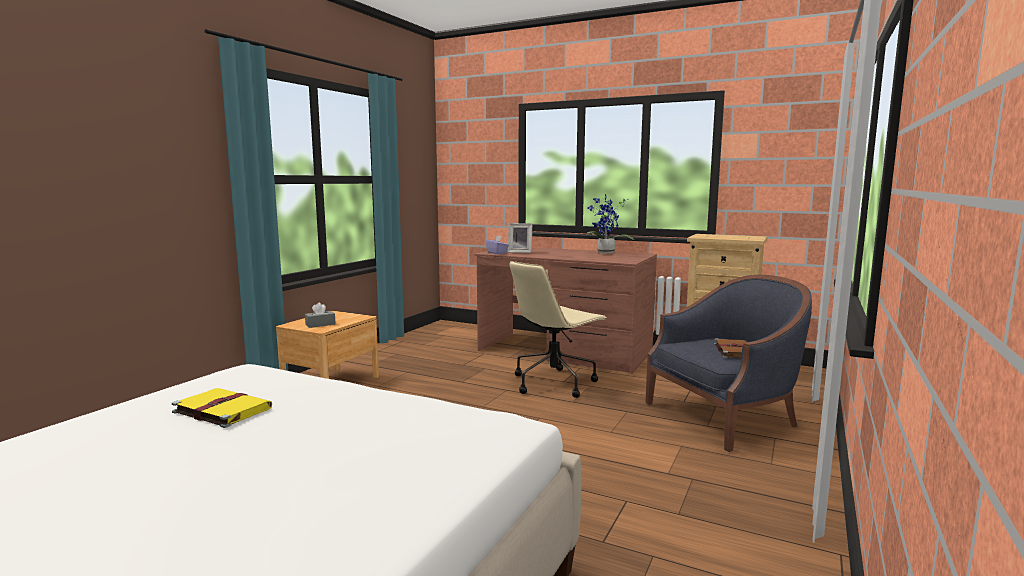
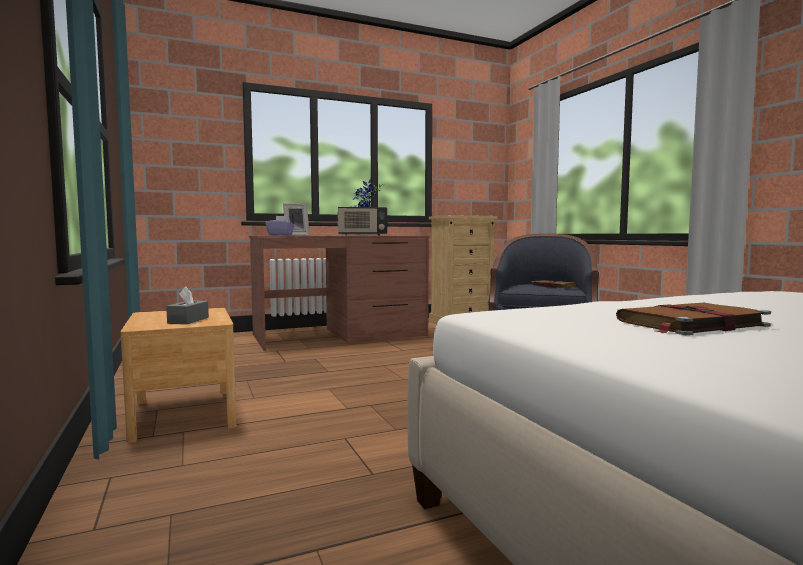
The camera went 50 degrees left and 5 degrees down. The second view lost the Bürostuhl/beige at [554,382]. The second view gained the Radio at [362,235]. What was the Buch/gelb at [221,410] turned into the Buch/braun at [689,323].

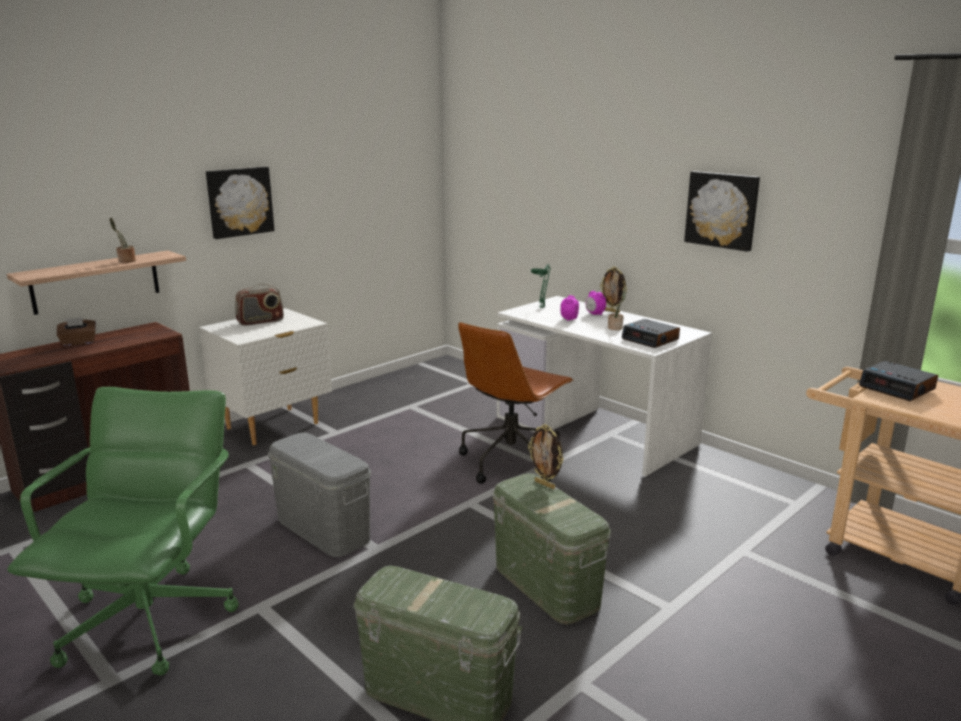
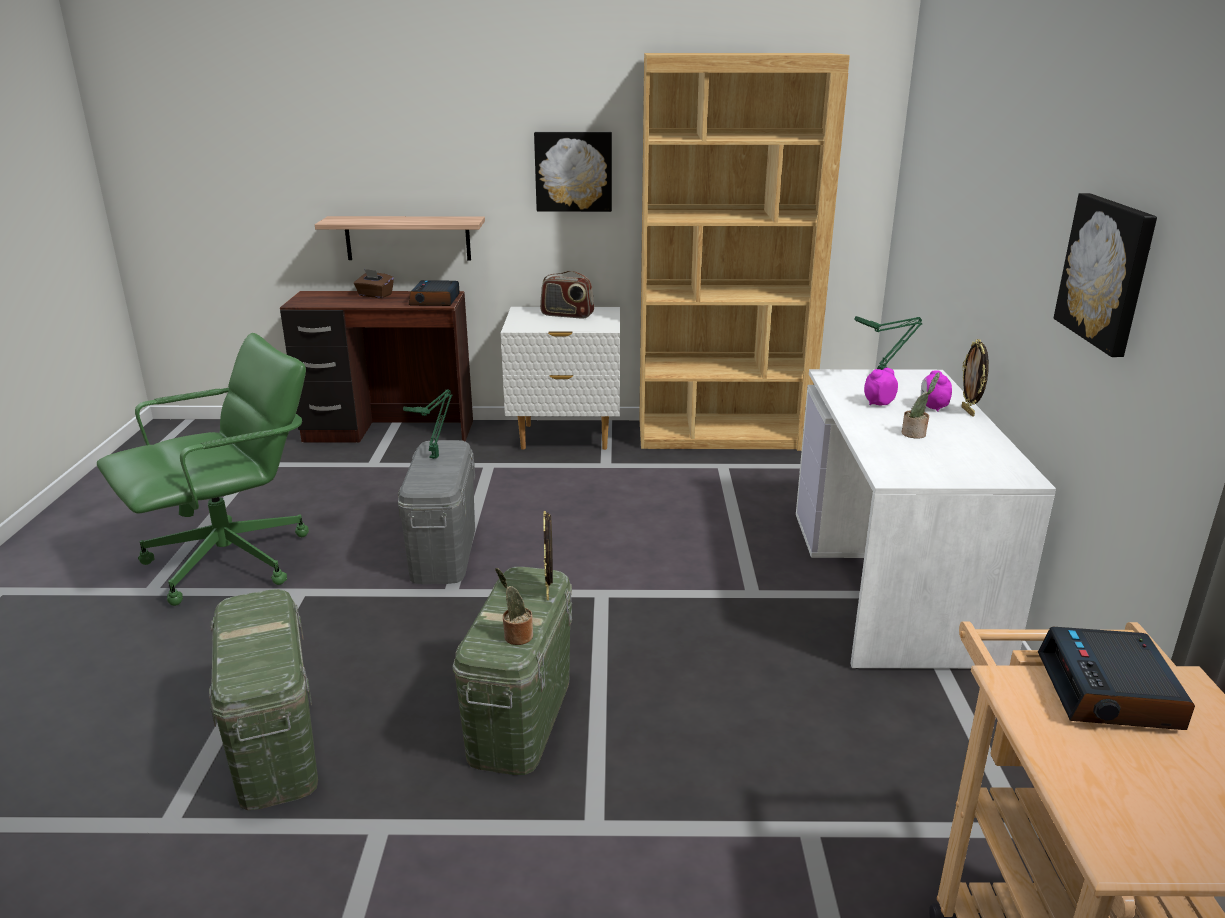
The camera went 45 degrees right and 5 degrees up. The second view lost the Bürostuhl/braun at [511,461]. The second view gained the Tischlampe/grün at [435,456]. The second view gained the Bücherregal/braun at [723,435]. The Topfpflanze ended up elsewhere, having gone from [126,261] to [516,636]. The Wecker ended up elsewhere, having gone from [651,339] to [435,300].

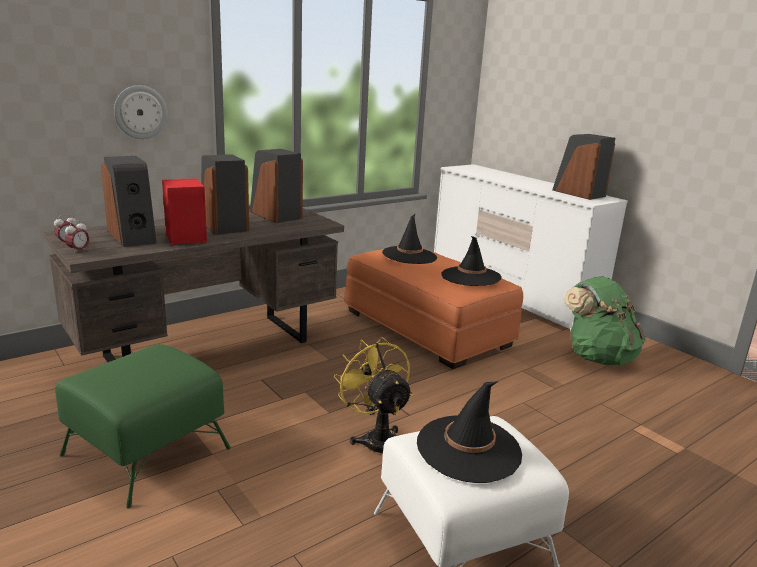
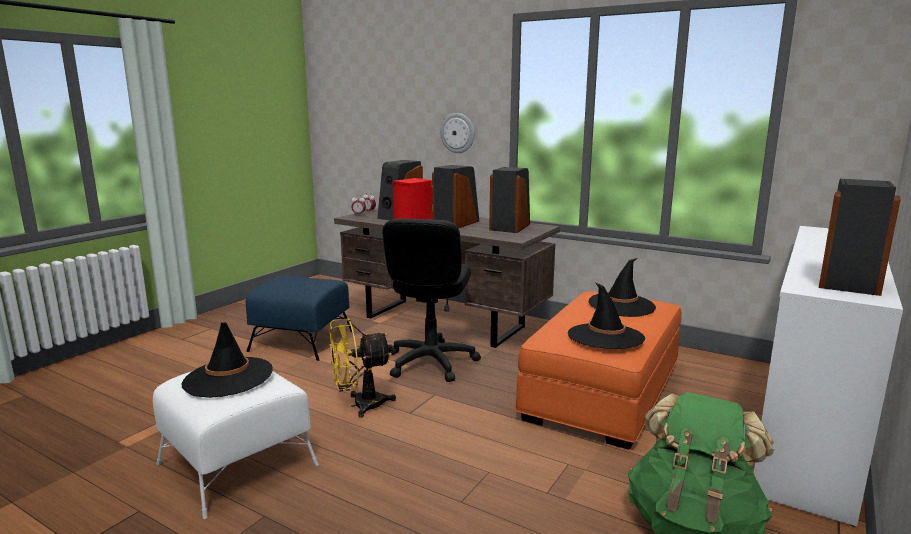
The camera went 70 degrees right and 5 degrees down. The second view gained the Bürostuhl/schwarz at [430,362]. What was the Polsterhocker/grün at [145,452] turned into the Polsterhocker/blau at [301,340]. The Ventilator/gelb at [376,439] ended up facing another way, 150 degrees counterclockwise from before.

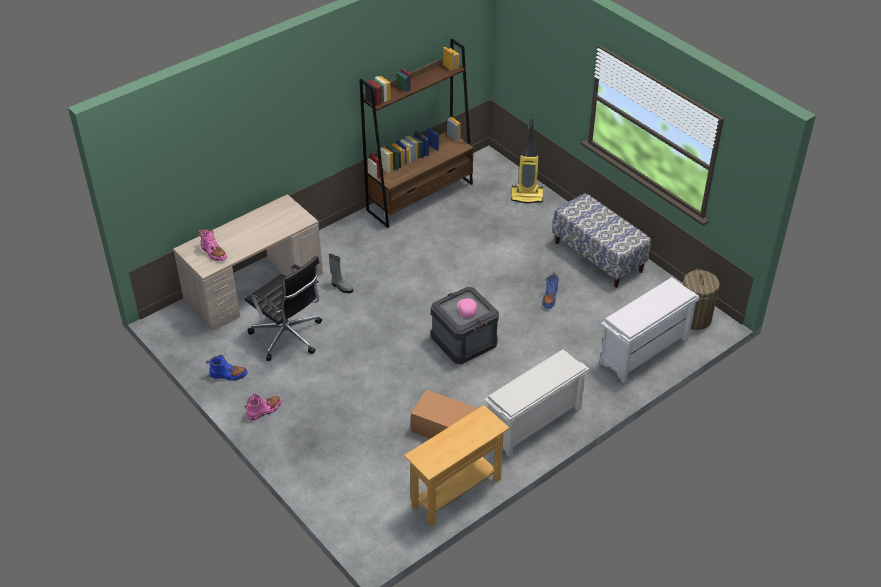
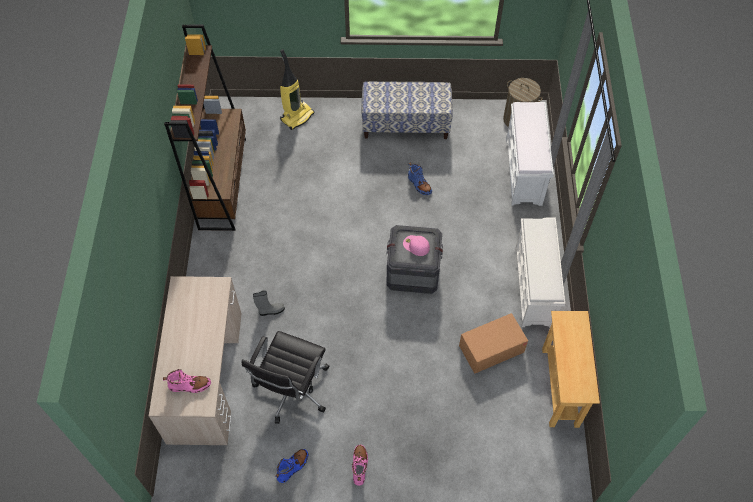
The camera went 50 degrees left and 15 degrees up. The Bürostuhl/schwarz at [288,337] ended up facing another way, 120 degrees clockwise from before.

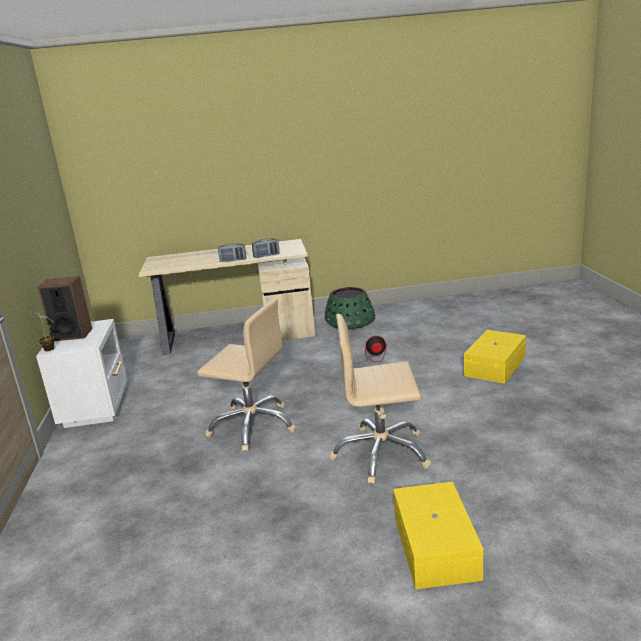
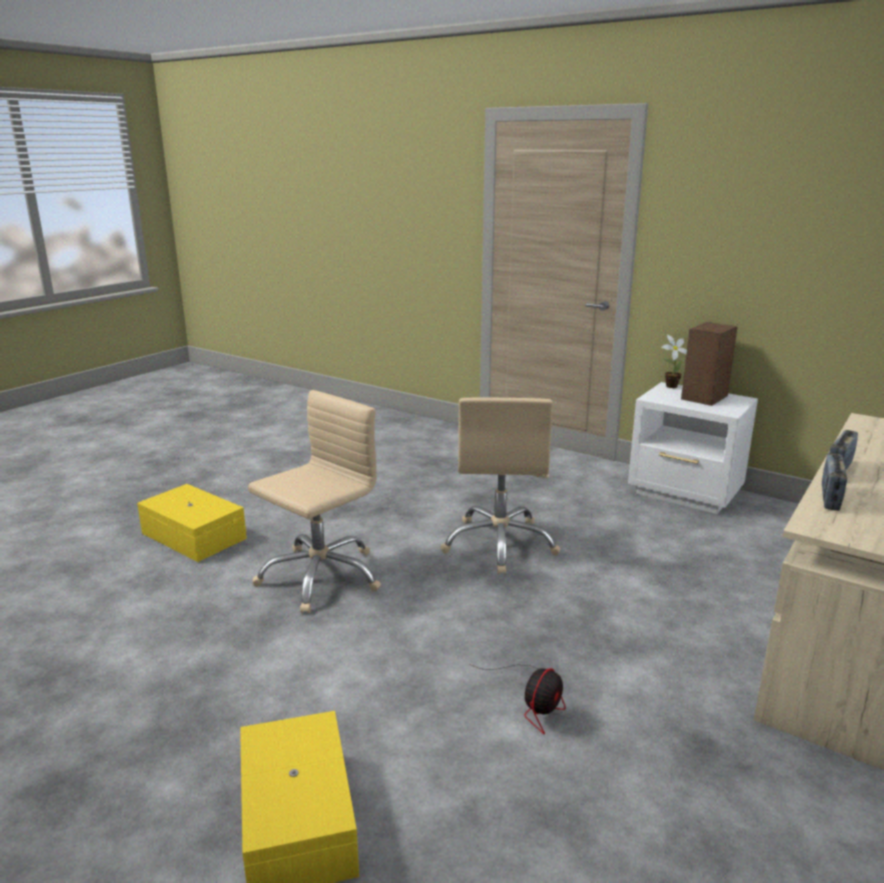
The camera went 130 degrees right and 0 degrees up. The second view lost the Pflanzkübel/grün at [350,323]. The Bürostuhl/beige at [253,426] ended up facing another way, 60 degrees counterclockwise from before.

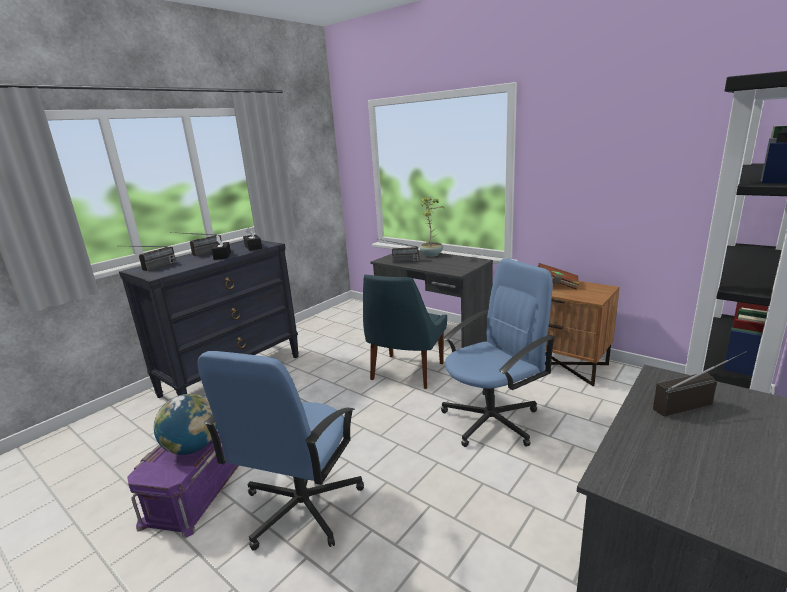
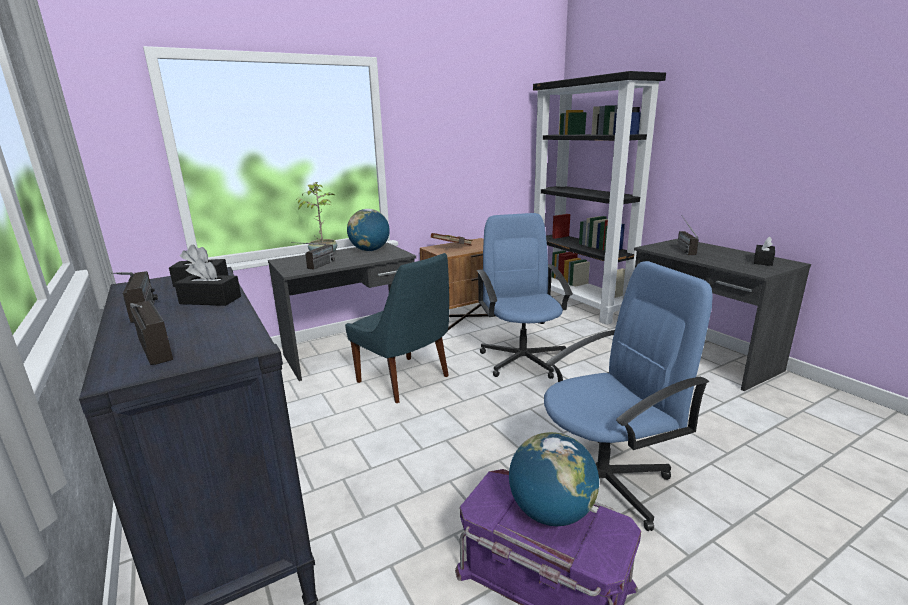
The camera went 70 degrees left and 0 degrees up. The second view gained the Globus at [370,250]. The second view gained the Taschentuchbox/schwarz at [763,261]. The Bürostuhl/blau at [301,507] ended up facing another way, 60 degrees counterclockwise from before.

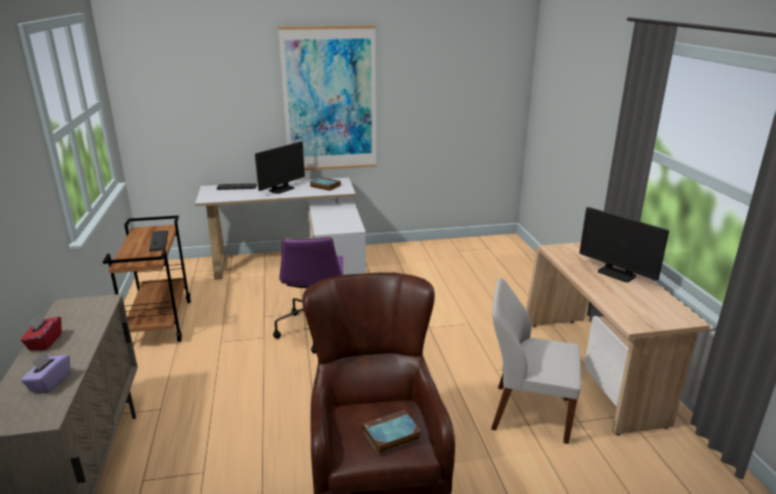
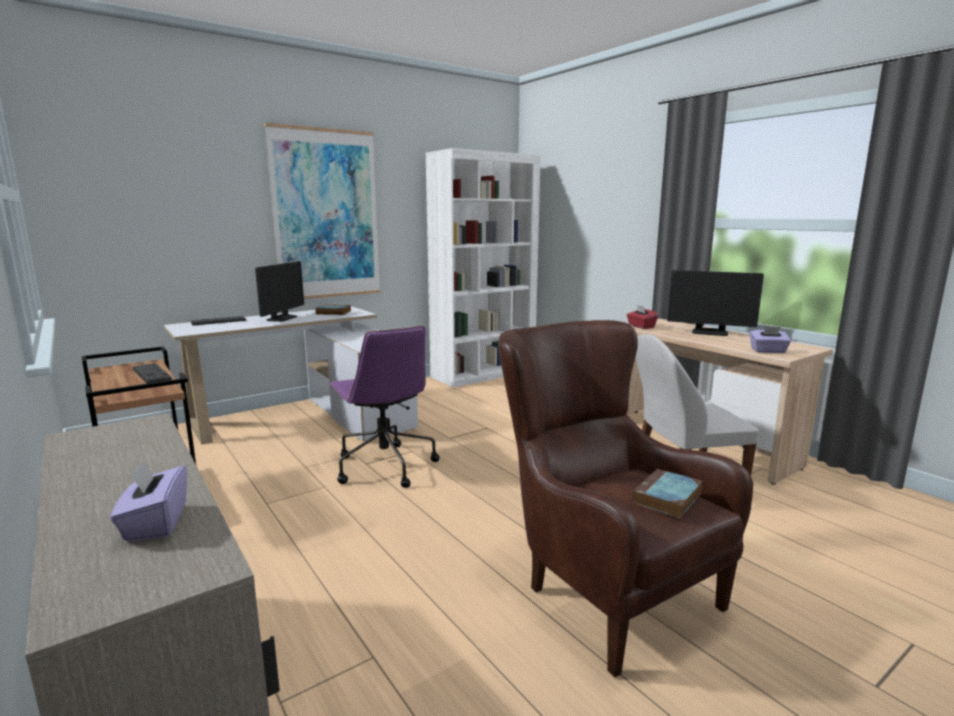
The camera went 25 degrees left and 10 degrees down. The second view gained the Bücherregal/weiß at [484,374]. The second view gained the Taschentuchbox/lila at [768,351]. The Taschentuchbox/rot ended up elsewhere, having gone from [44,342] to [641,326].

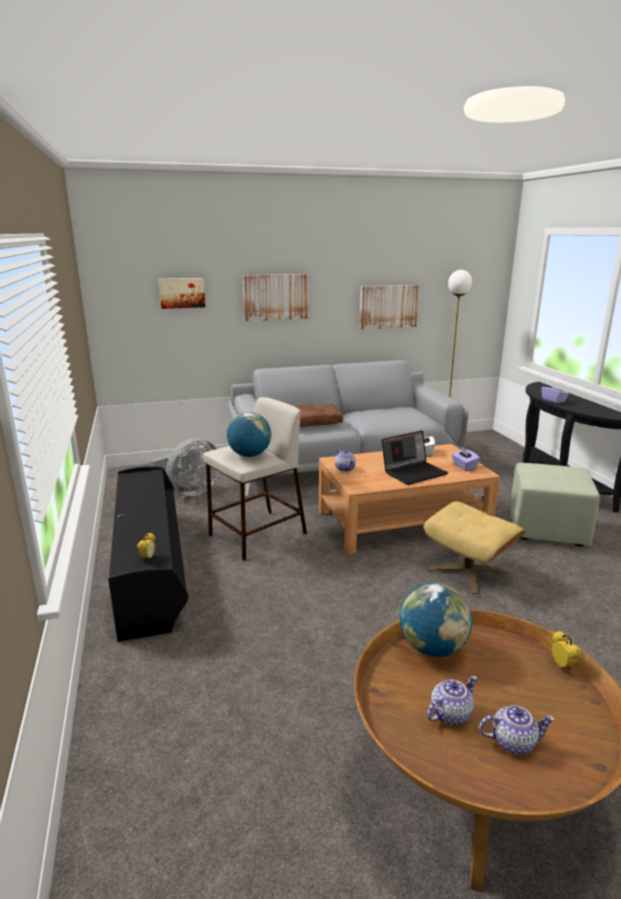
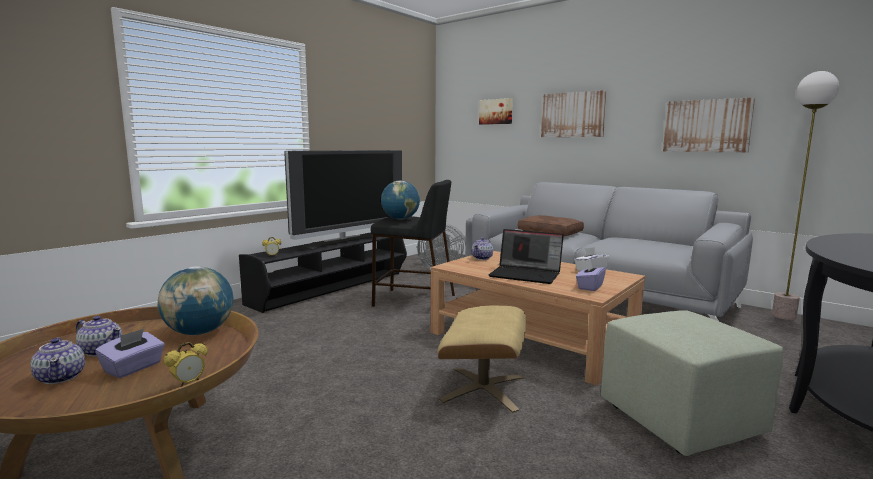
The camera went 55 degrees right and 10 degrees down. The second view gained the Fernseher at [346,241]. The Taschentuchbox/lila ended up elsewhere, having gone from [553,400] to [134,368]. What was the Hocker/beige at [257,535] turned into the Hocker/schwarz at [413,300].

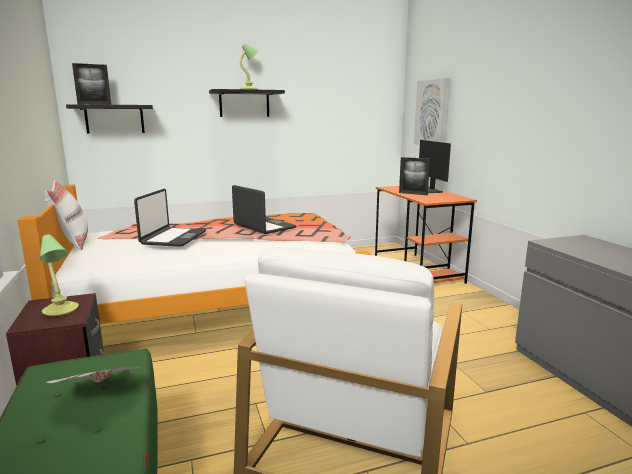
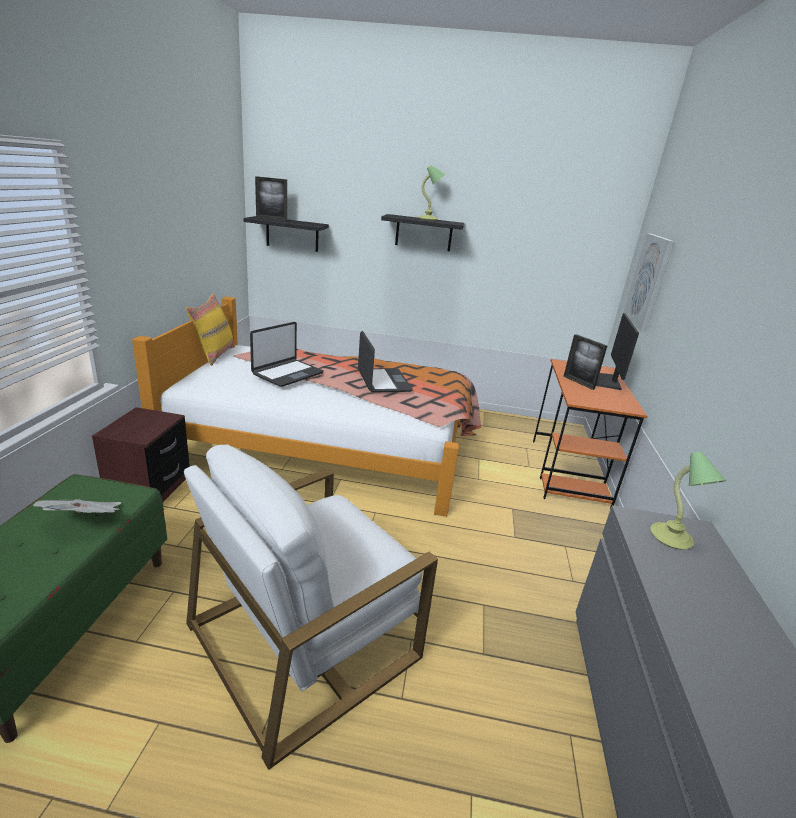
The camera went 25 degrees right and 10 degrees up. The Tischlampe ended up elsewhere, having gone from [60,310] to [672,538]. What was the Kissen/weiß at [72,242] turned into the Kissen/gelb at [214,354].

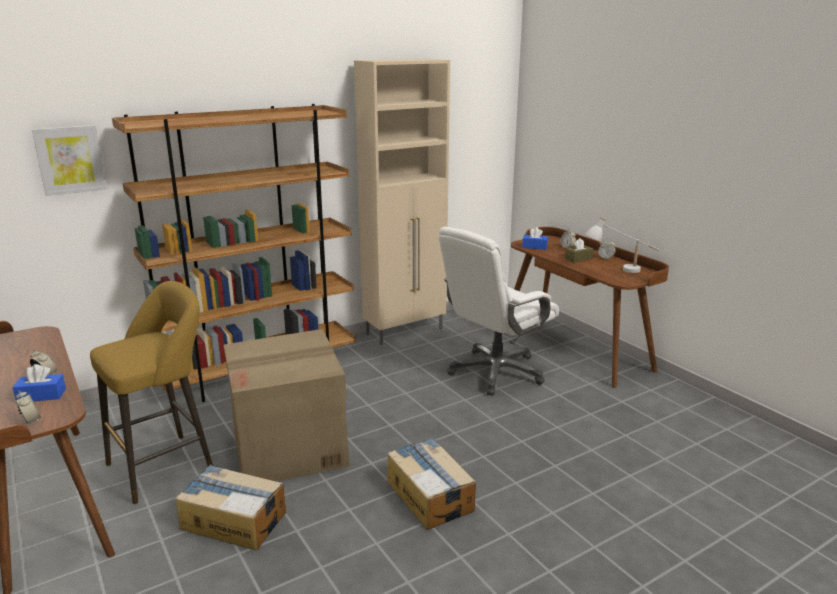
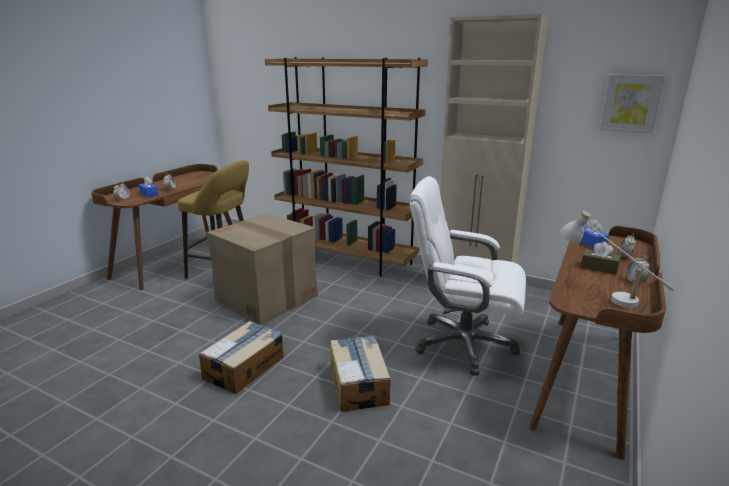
The camera went 60 degrees right and 0 degrees up. The Bild ended up elsewhere, having gone from [70,160] to [630,103]. The Karton ended up elsewhere, having gone from [233,520] to [359,383].

